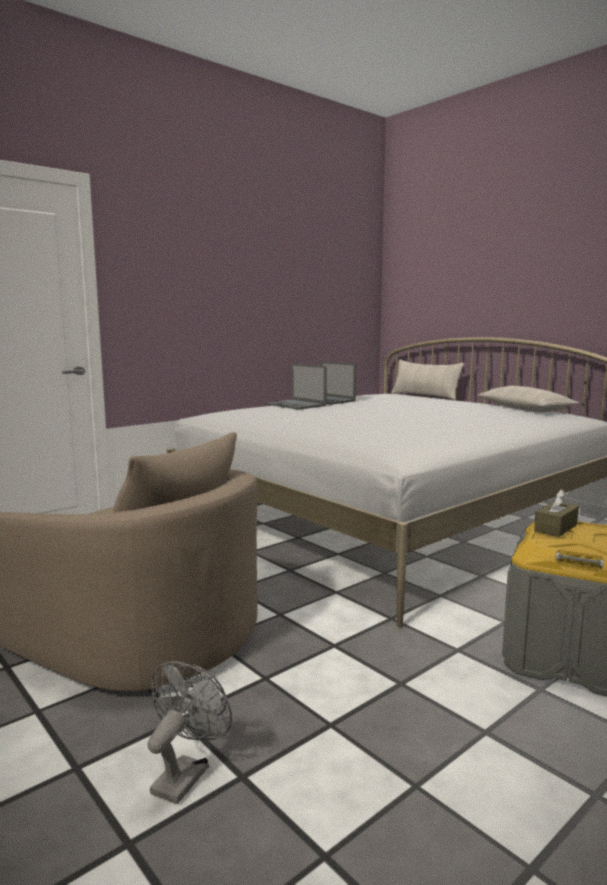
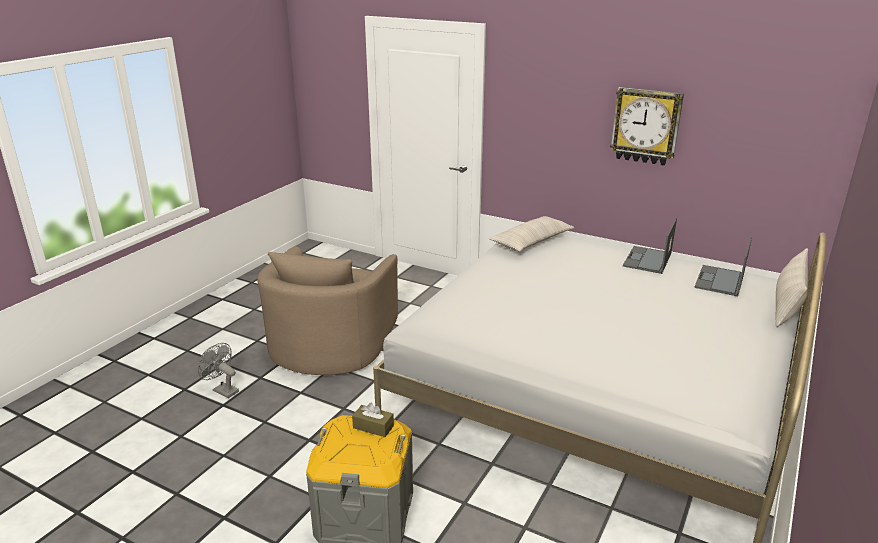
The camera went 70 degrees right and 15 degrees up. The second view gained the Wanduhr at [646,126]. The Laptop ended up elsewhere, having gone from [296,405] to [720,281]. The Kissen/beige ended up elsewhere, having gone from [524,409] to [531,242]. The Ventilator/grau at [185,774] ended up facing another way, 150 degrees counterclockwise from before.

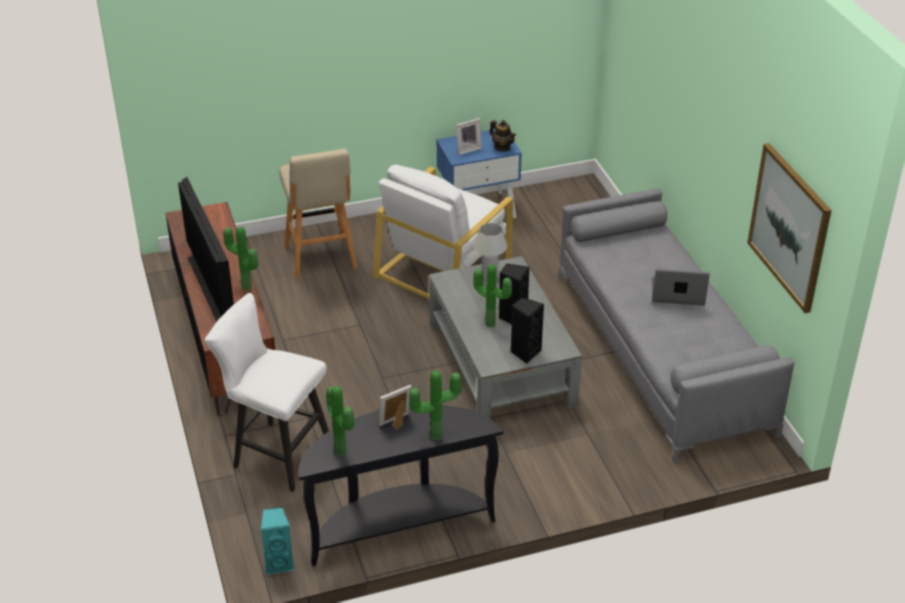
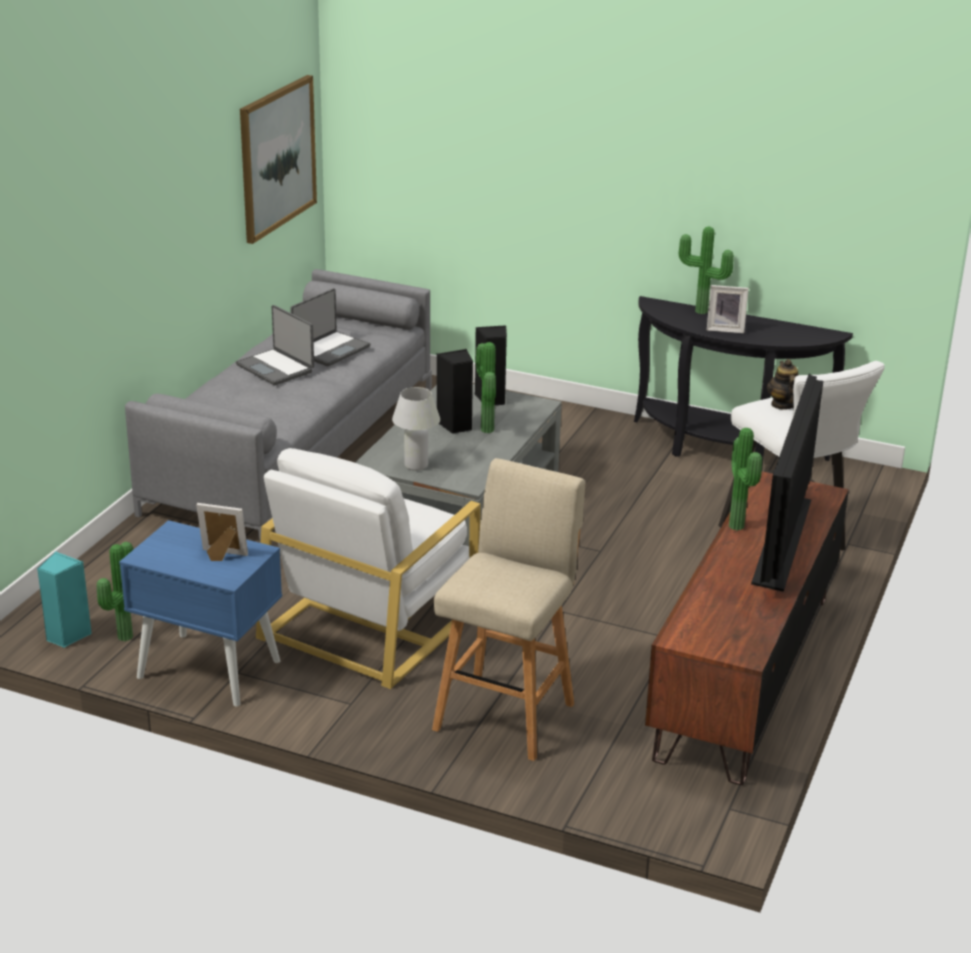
The camera went 140 degrees left and 10 degrees down. The second view gained the Laptop at [330,350]. The Lautsprecher/türkis ended up elsewhere, having gone from [279,563] to [66,636]. The Topfpflanze ended up elsewhere, having gone from [342,451] to [122,636]. The Teekanne ended up elsewhere, having gone from [502,147] to [783,404]. The Sessel/weiß at [443,268] ended up facing another way, 135 degrees clockwise from before.

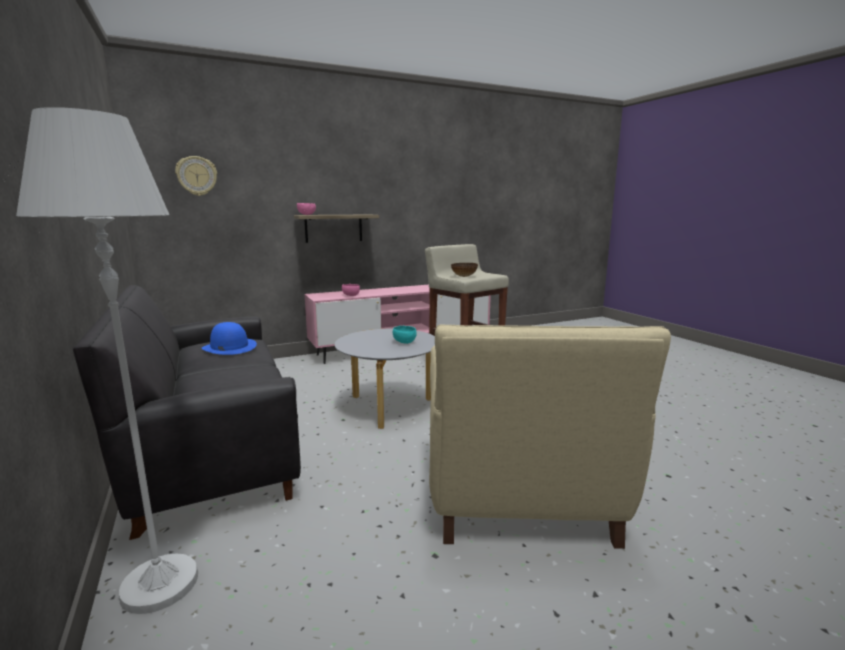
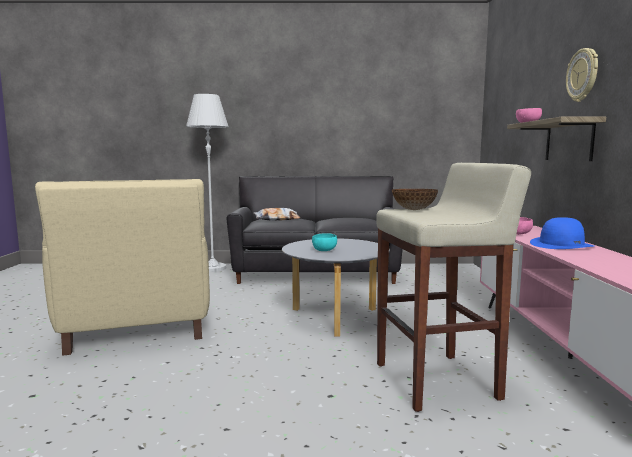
The camera went 115 degrees right and 5 degrees down. The second view gained the Kissen at [277,219]. The Wanduhr ended up elsewhere, having gone from [197,176] to [583,75]. The Hut/blau ended up elsewhere, having gone from [229,347] to [561,244]. The Sessel/beige at [519,500] ended up facing another way, 135 degrees counterclockwise from before.

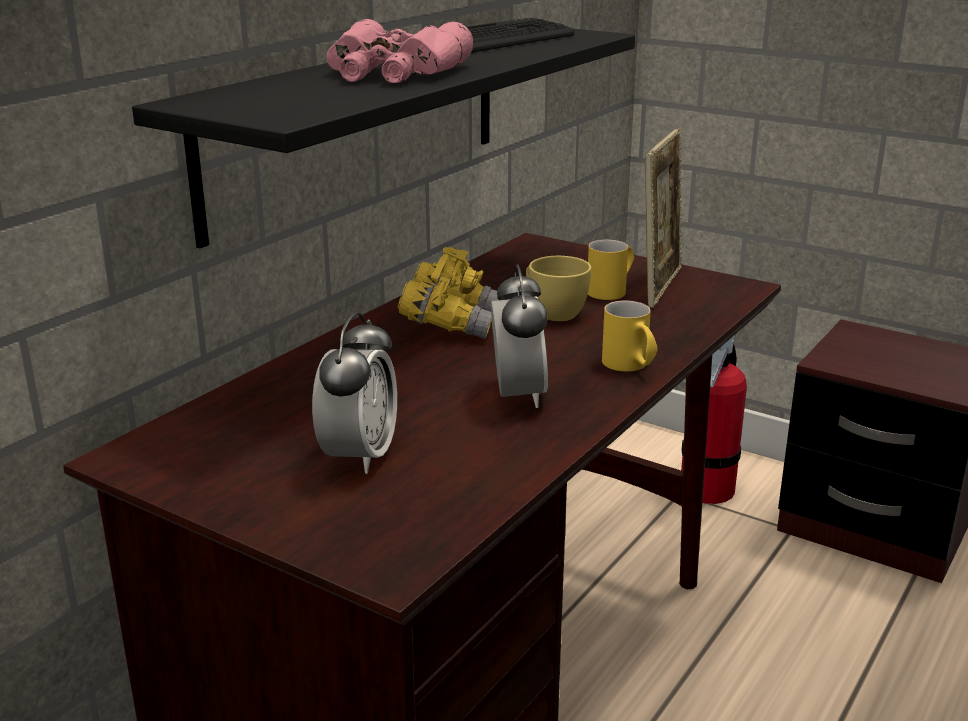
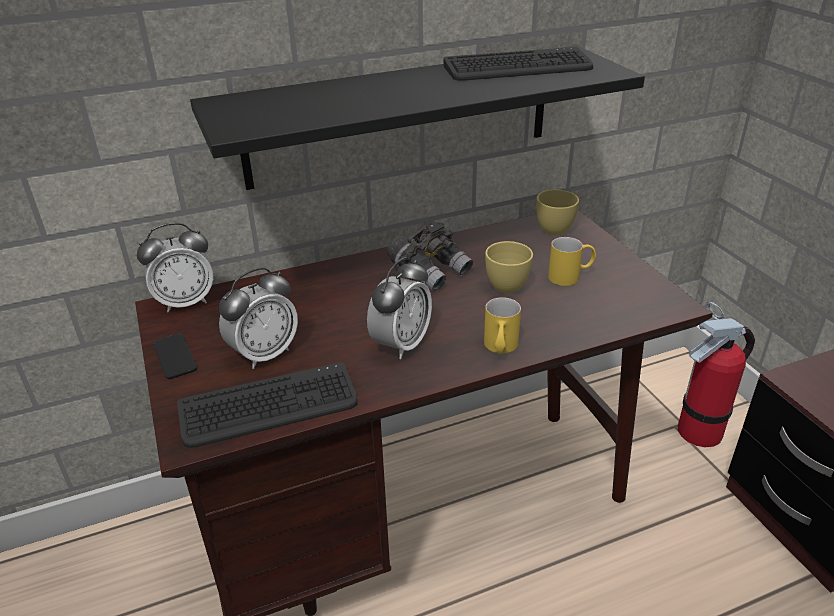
The camera went 35 degrees right and 10 degrees up. The second view lost the Fernglas/rosa at [393,72]. The second view lost the Bilderrahmen at [660,286]. The second view gained the Wecker at [185,302]. The second view gained the Handy at [175,356]. The second view gained the Tastatur at [269,407]. The second view gained the Tasse/gelb at [555,227]. What was the Fernglas/gelb at [451,324] turned into the Fernglas/grau at [430,271].

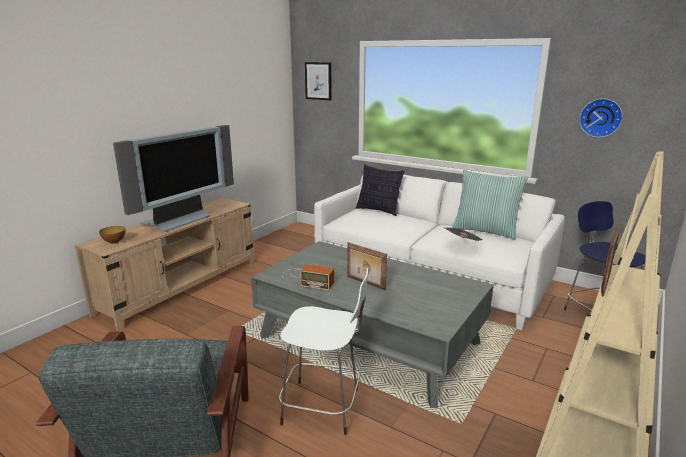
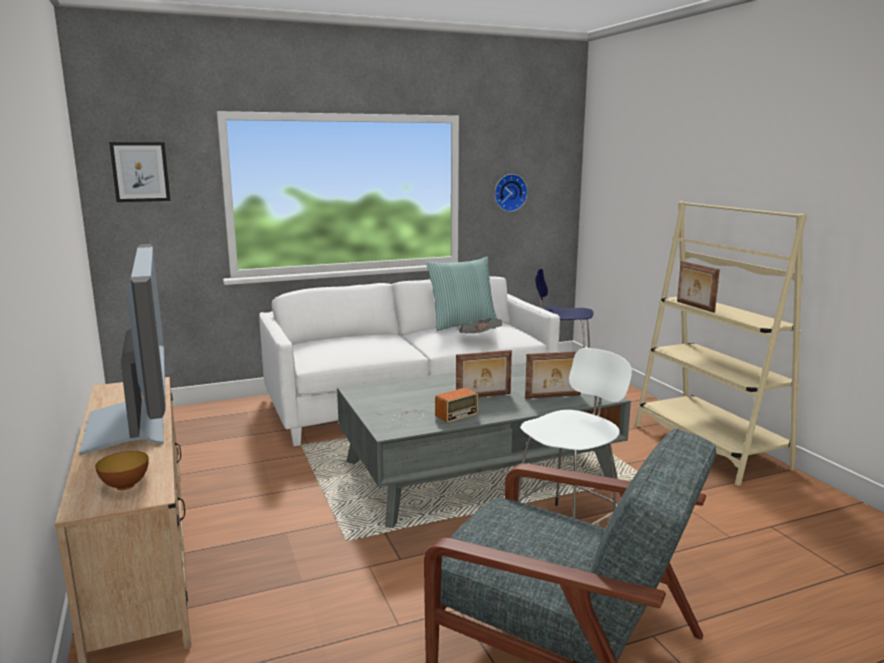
The camera went 55 degrees left and 5 degrees down. The second view lost the Kissen at [378,210]. The second view gained the Bilderrahmen at [553,397].

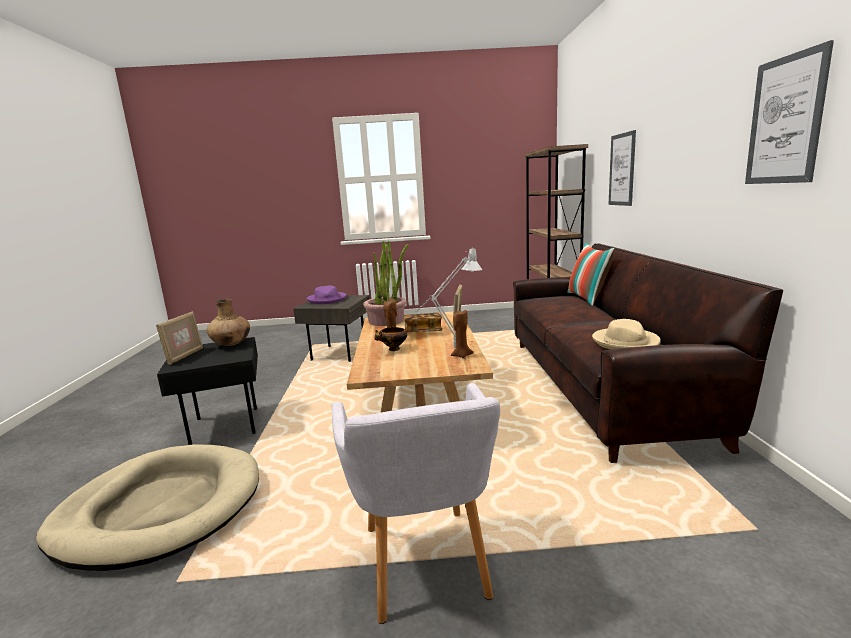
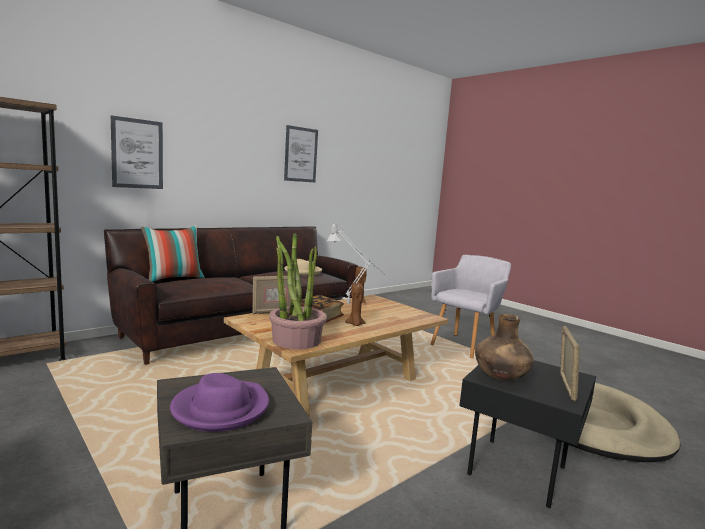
The camera went 130 degrees left and 5 degrees down. The second view lost the Schüssel at [393,349]. The Bilderrahmen at [184,356] ended up facing another way, 135 degrees clockwise from before.

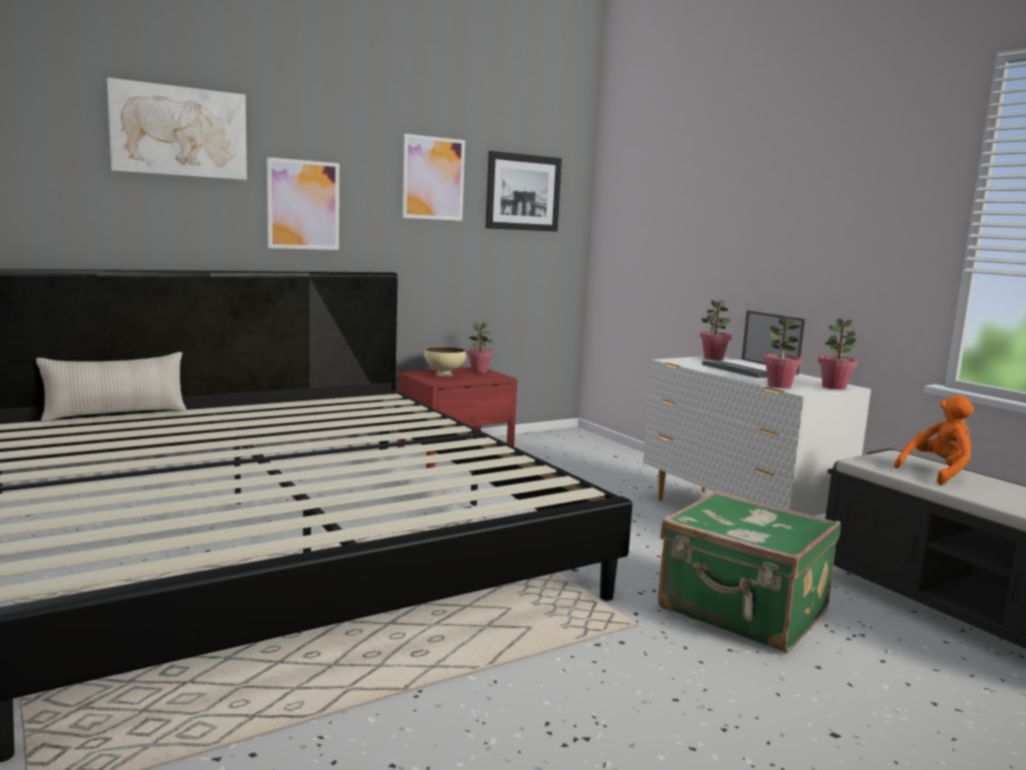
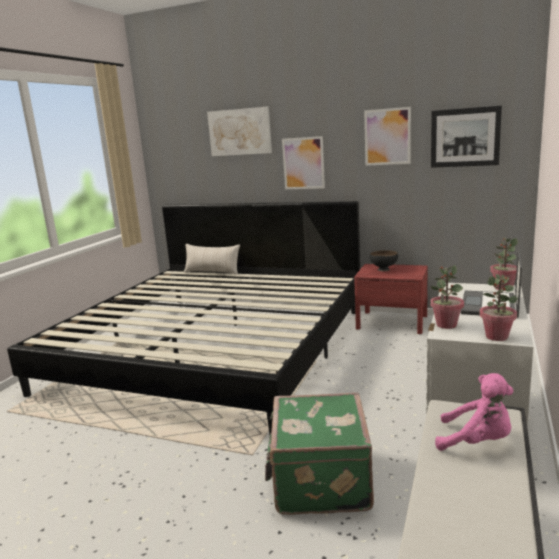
The camera went 55 degrees right and 5 degrees up. The second view lost the Topfpflanze at [479,371]. What was the Schüssel/beige at [444,375] turned into the Schüssel/schwarz at [383,270]. What was the Plüschtier/orange at [938,473] turned into the Plüschtier/rosa at [477,442].

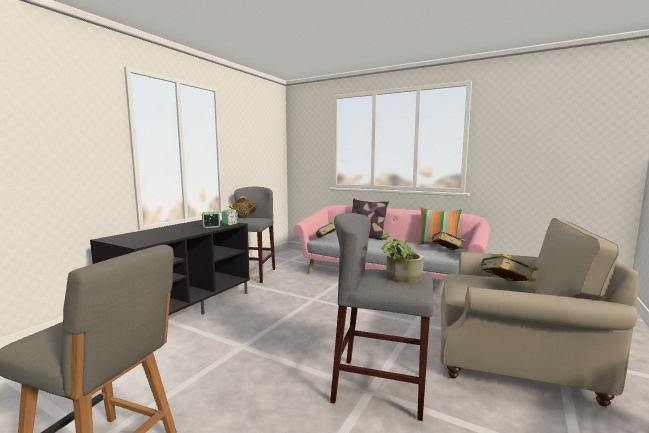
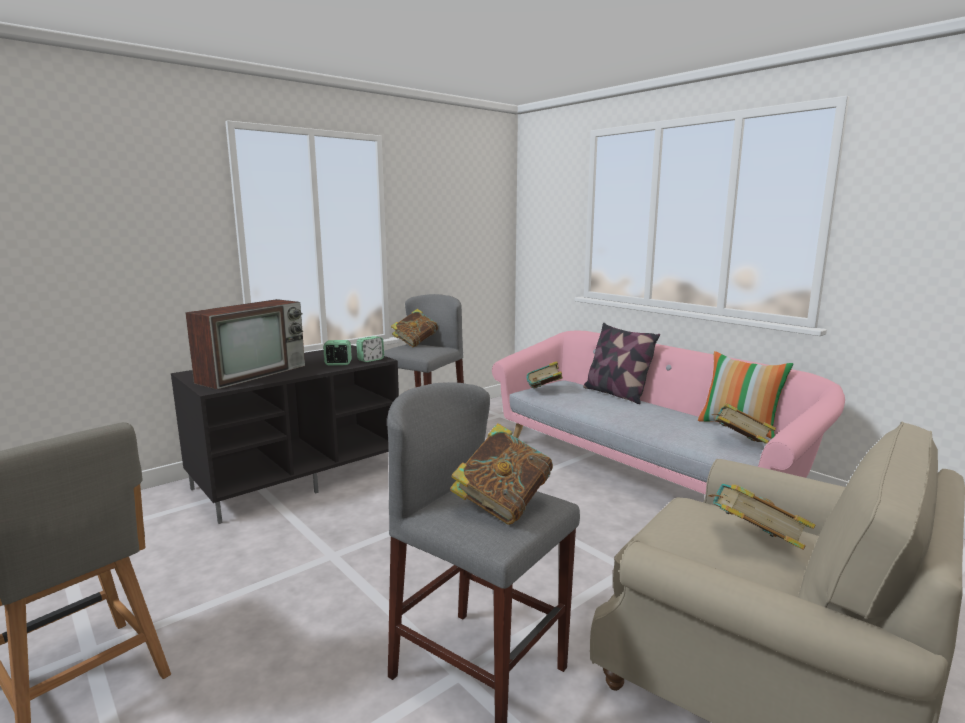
The camera went 20 degrees right and 5 degrees up. The second view gained the Fernseher at [254,373]. Where the Topfpflanze stood at [400,277], the Buch came to stand at [502,505].

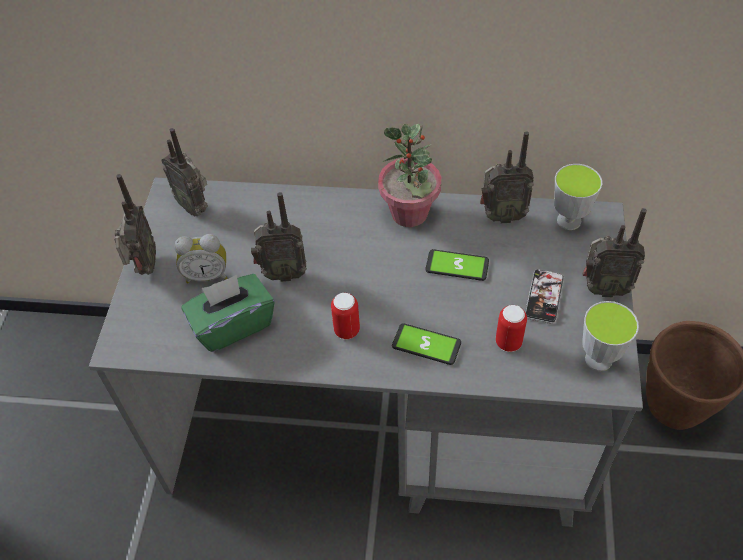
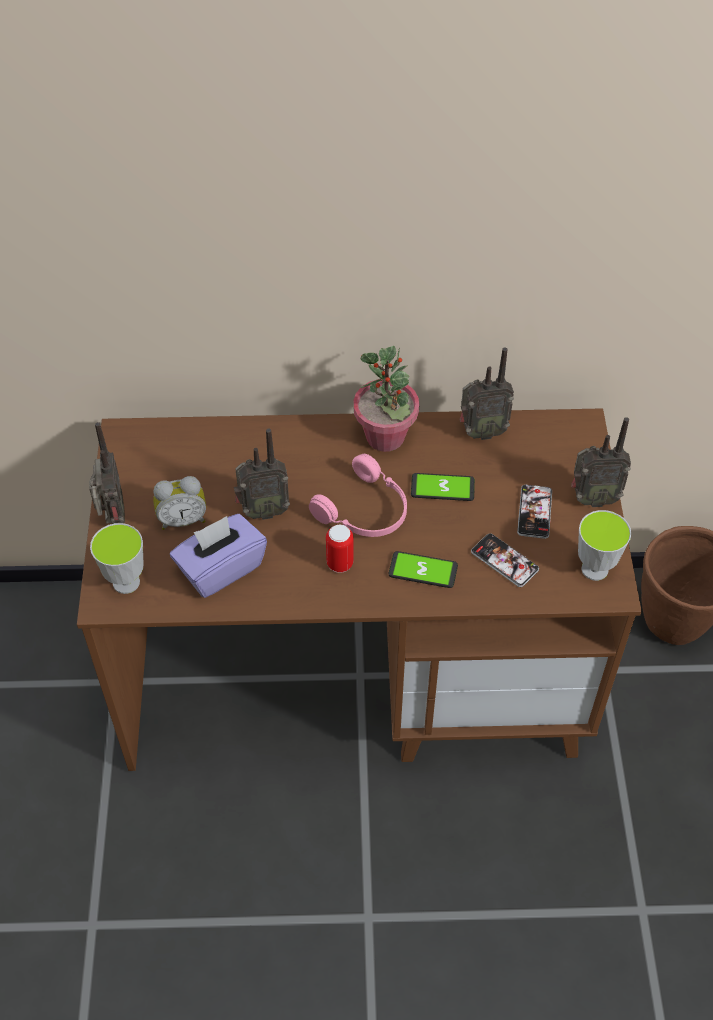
The camera went 10 degrees left and 0 degrees up. The second view lost the Radio at [194,206]. The second view gained the Kopfhörer/rosa at [365,511]. The Tasse ended up elsewhere, having gone from [569,221] to [126,582]. Where the Dose stood at [508,342], the Handy came to stand at [504,561]. What was the Schreibtisch/grau at [381,422] turned into the Schreibtisch/braun at [358,669]. What was the Taschentuchbox/grün at [233,325] turned into the Taschentuchbox/lila at [220,568].

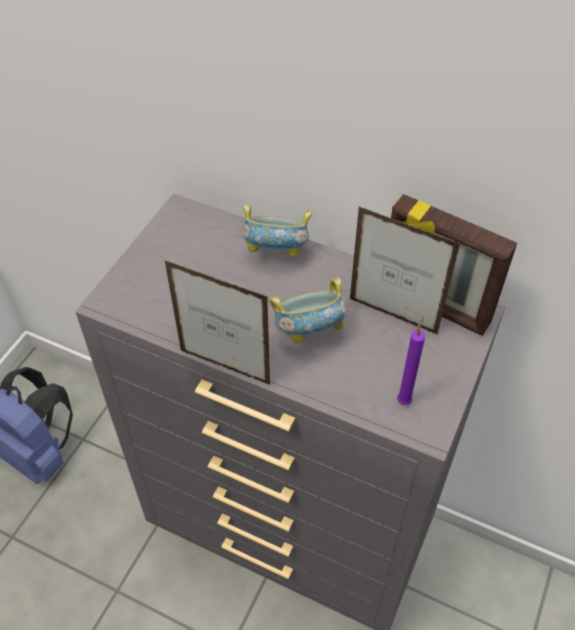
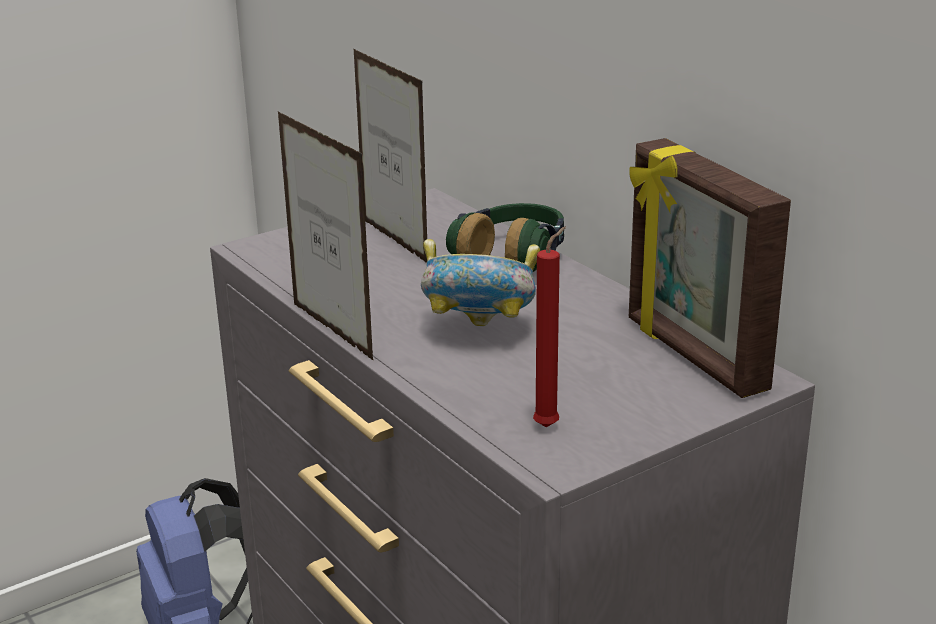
The camera went 30 degrees right and 25 degrees down. The Bilderrahmen ended up elsewhere, having gone from [393,316] to [394,241]. Where the Schüssel stood at [276,252], the Kopfhörer came to stand at [512,258]. What was the Kerze/lila at [404,400] turned into the Kerze/rot at [549,425].

